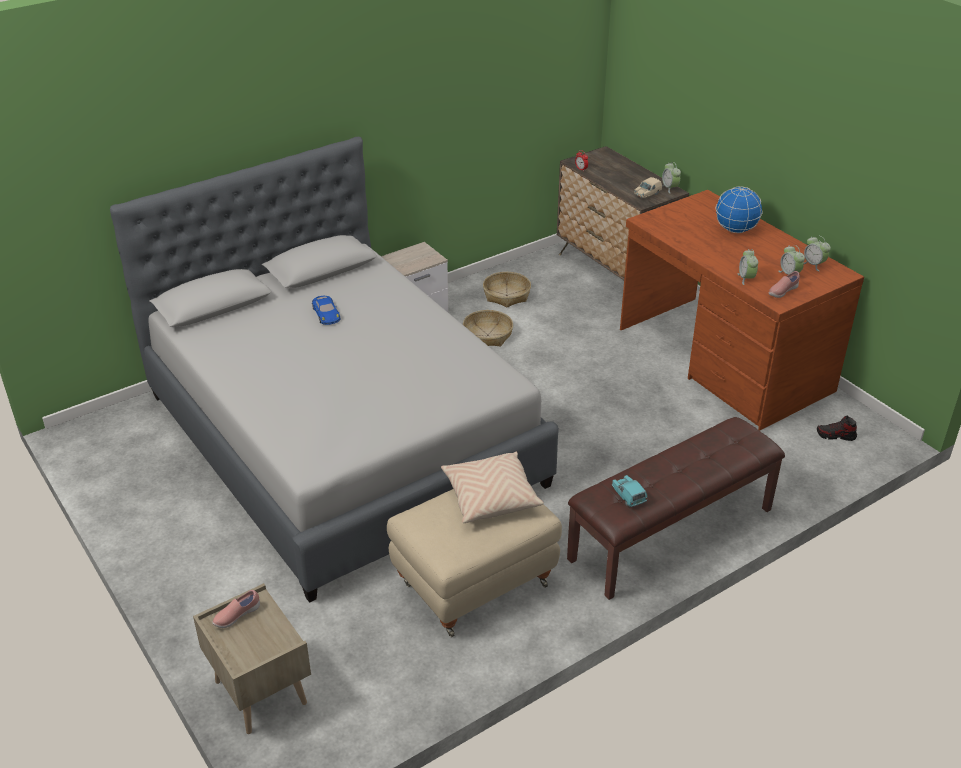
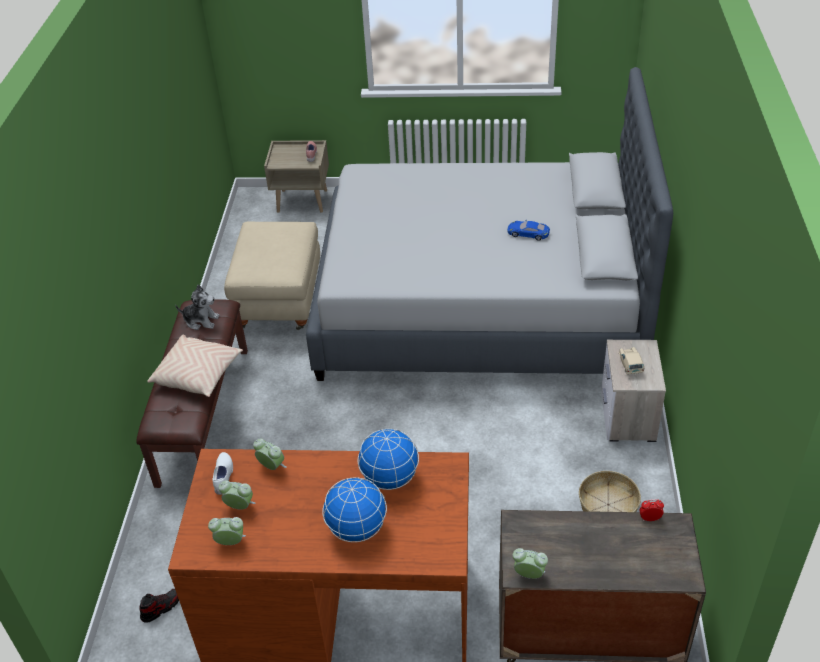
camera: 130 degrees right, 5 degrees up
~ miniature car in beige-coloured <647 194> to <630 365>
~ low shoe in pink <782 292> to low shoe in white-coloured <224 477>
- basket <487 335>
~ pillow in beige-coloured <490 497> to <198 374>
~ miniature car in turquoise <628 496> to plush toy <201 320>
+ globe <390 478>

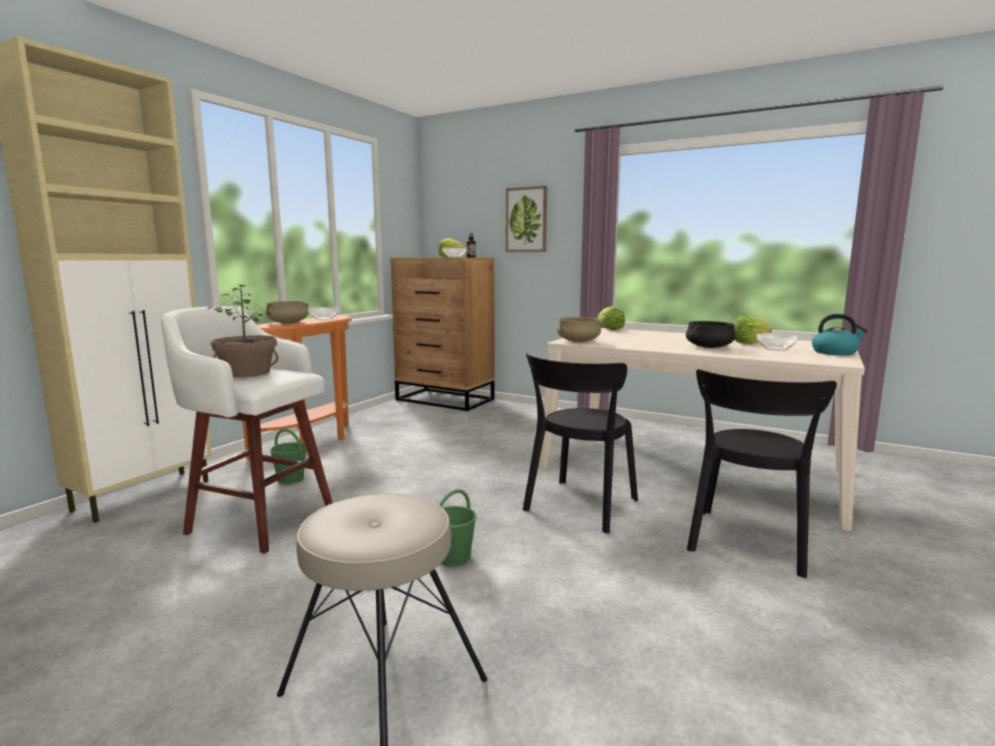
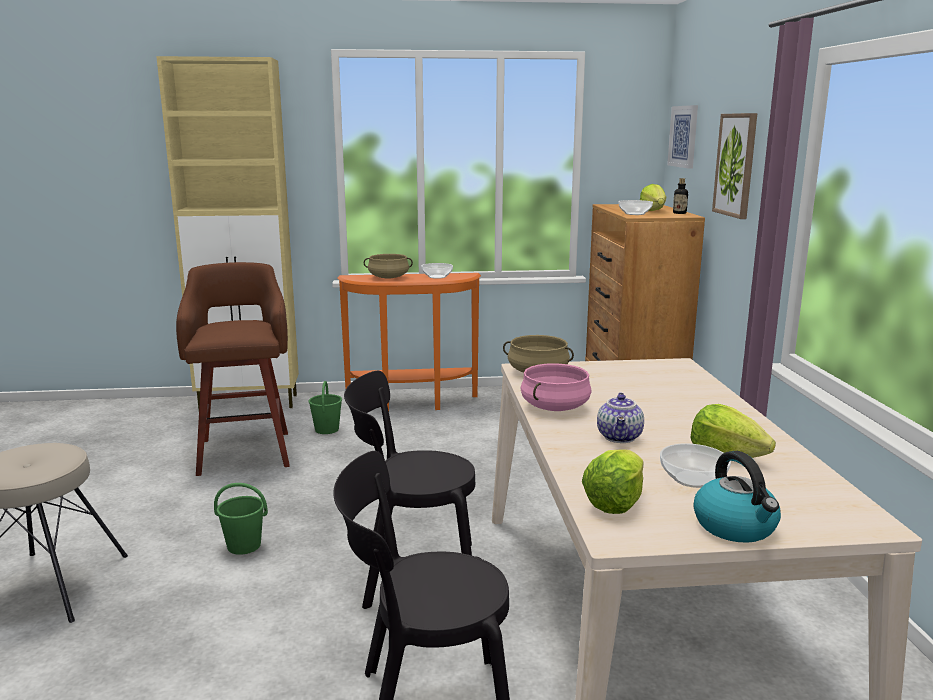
camera: 55 degrees right, 5 degrees up
- plant in a pot <247 372>
~ stool seat in white-coloured <258 519> to stool seat in brown-coloured <245 451>
~ lettuce <609 329> to <615 503>
~ saucepot in black-coloured <709 347> to pot for tea <620 437>
+ wall art <684 136>
+ saucepot in pink <555 407>

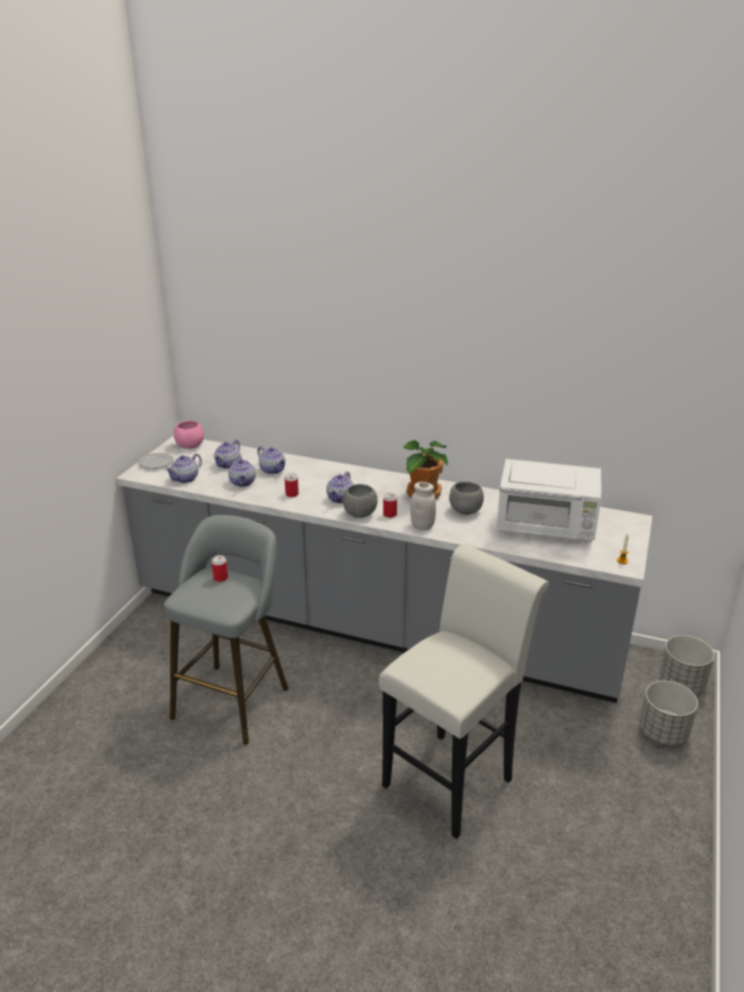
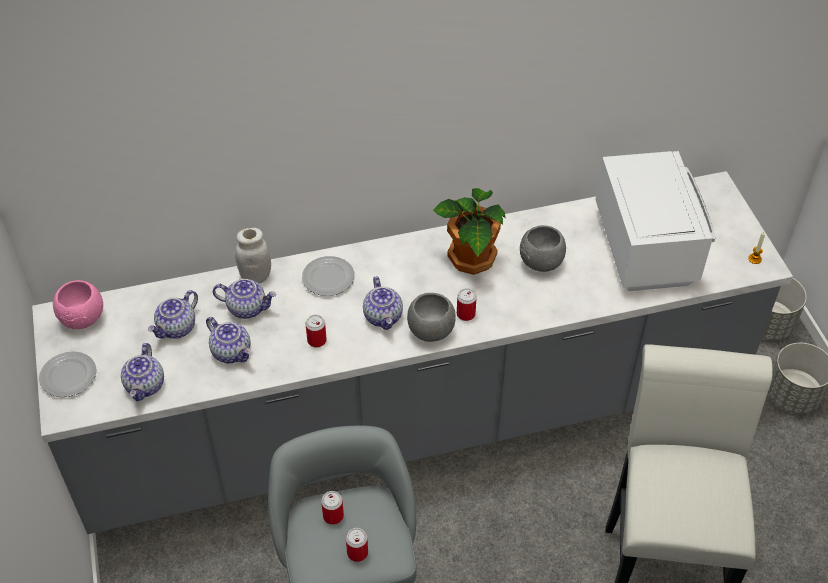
camera: 35 degrees left, 20 degrees up
~ pot for tea <228 465> = <177 328> 45 degrees clockwise
~ microwave in white-coloured <546 528> = <645 246> 75 degrees counterclockwise
~ preserve jar in white-coloured <422 526> to <255 276>
+ dinner plate <328 277>
+ can <357 553>

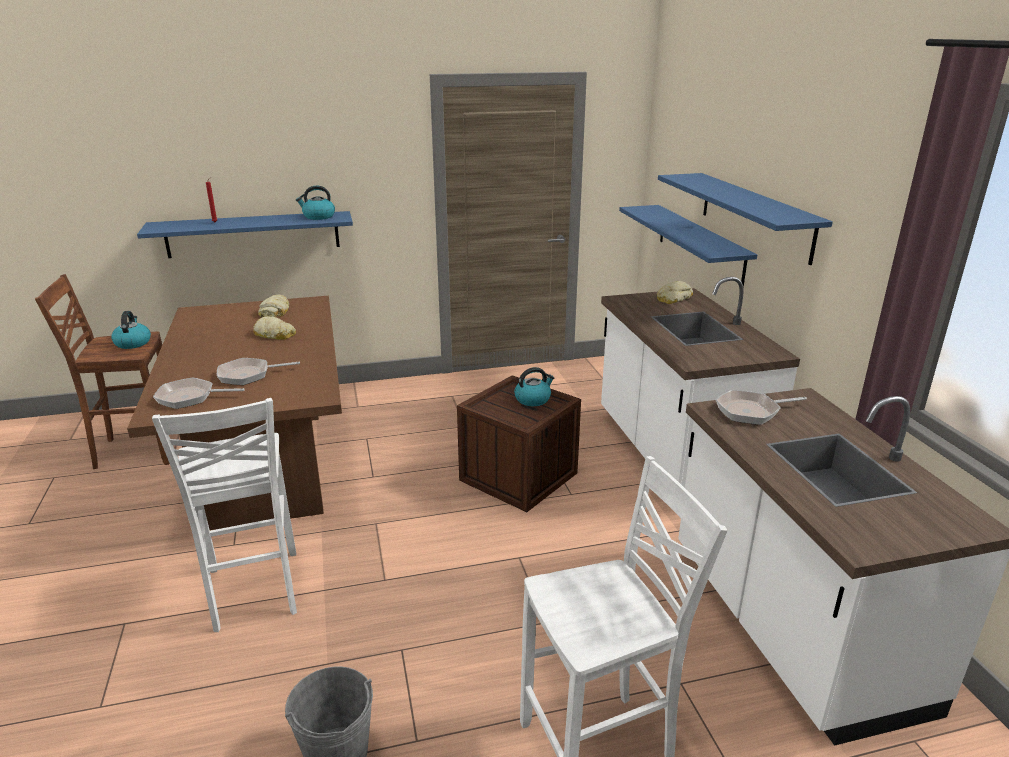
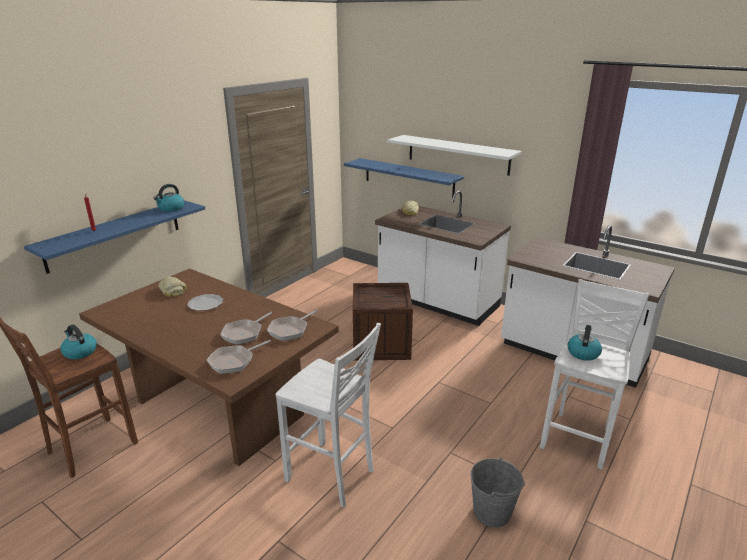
camera: 40 degrees left, 0 degrees up
~ wall shelf in blue <755 215> to wall shelf in white-coloured <457 154>
~ bread <274 334> to dinner plate <206 304>
~ water kettle <533 399> to <583 353>
~ frying pan <751 411> to <290 330>

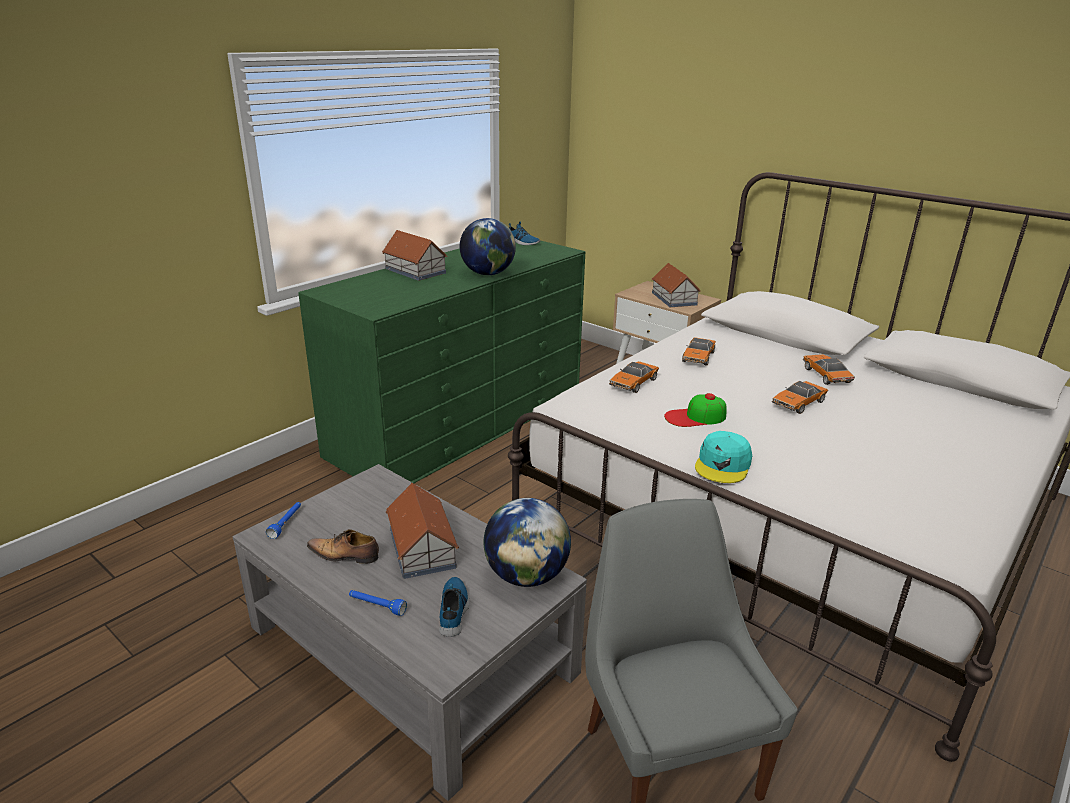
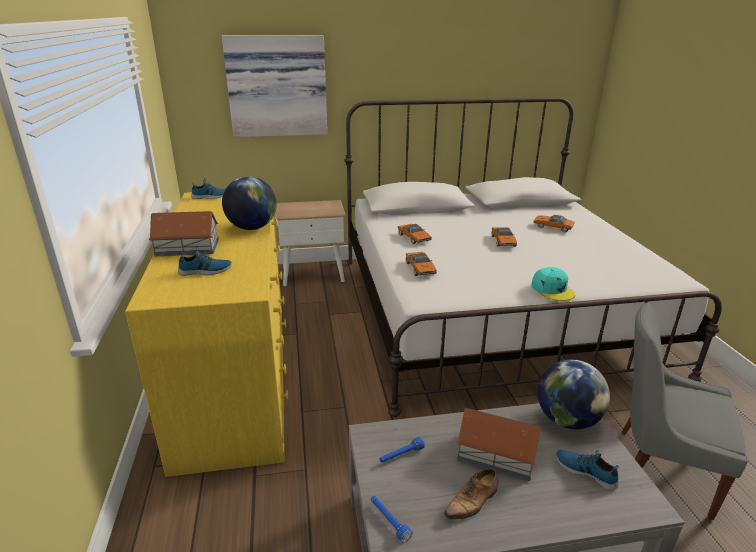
camera: 50 degrees left, 0 degrees up
~ drawer chest in green <460 423> to drawer chest in yellow-coloured <236 373>
- toy house <674 299>
~ miniature car <826 375> to <553 227>
- peaked cap <695 417>
~ torch in blue <377 606> to <401 455>
+ wall art <277 86>
+ low shoe <205 271>

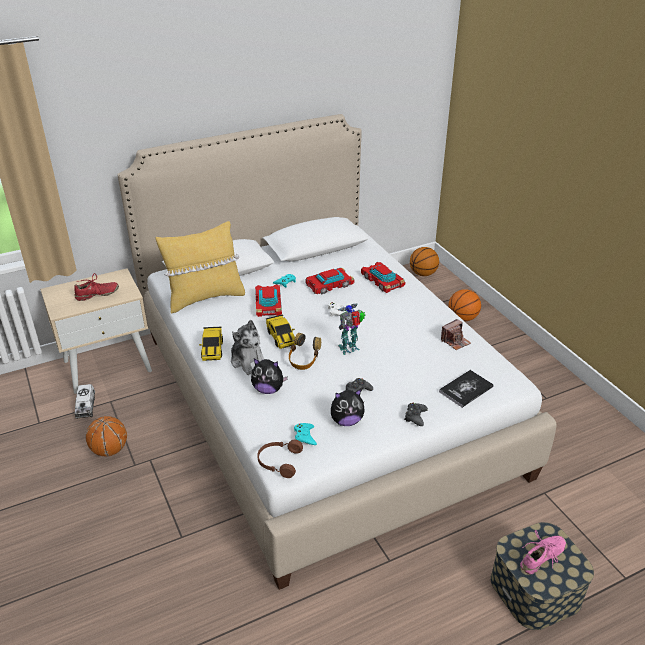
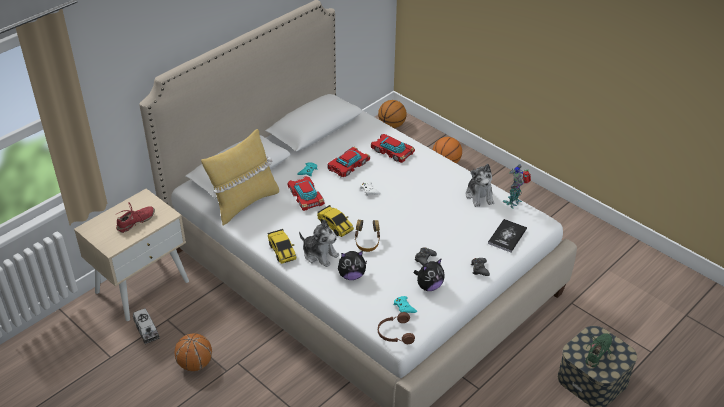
camera: 20 degrees left, 5 degrees up
~ toy robot <350 349> to <514 202>
~ still camera <455 341> to plush toy <479 196>
~ low shoe in pink <542 558> to low shoe in green <598 353>

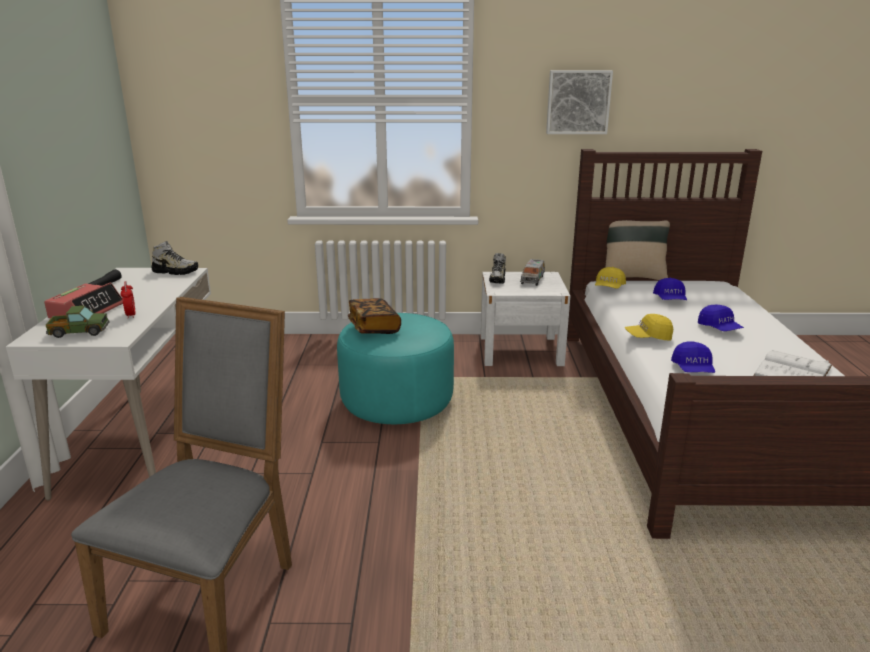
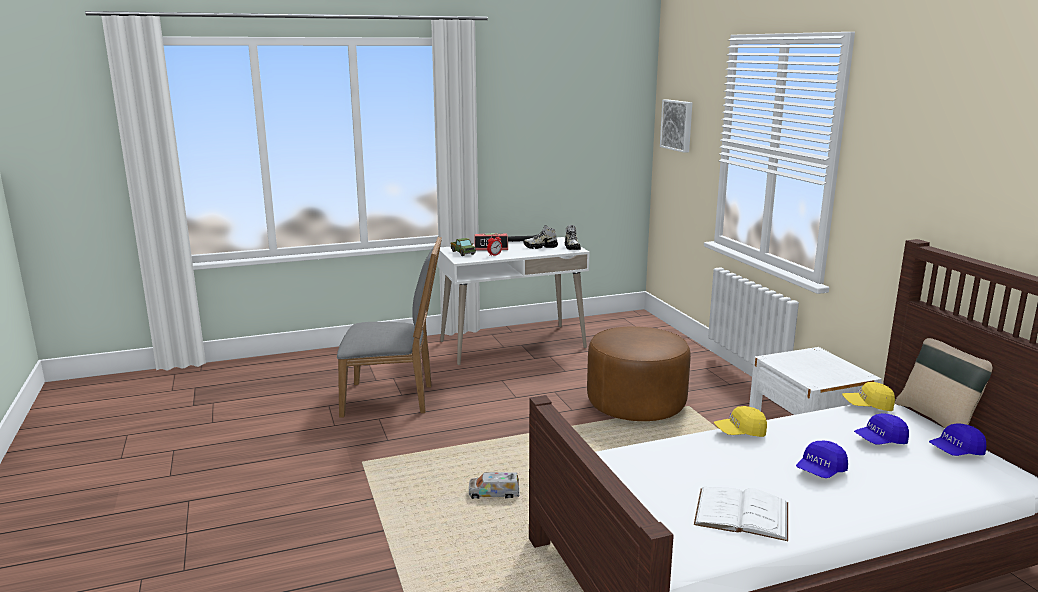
camera: 70 degrees right, 5 degrees down
~ wall art <578 102> to <678 125>
~ low shoe <498 279> to <540 247>
~ toy truck <532 279> to <494 494>
- book <374 327>
~ pouffe in turquoise <396 402> to pouffe in brown-coloured <636 404>
~ peaked cap in yellow-coloured <648 337> = <740 433> 75 degrees counterclockwise
~ peaked cap in blue <692 369> to <956 452>

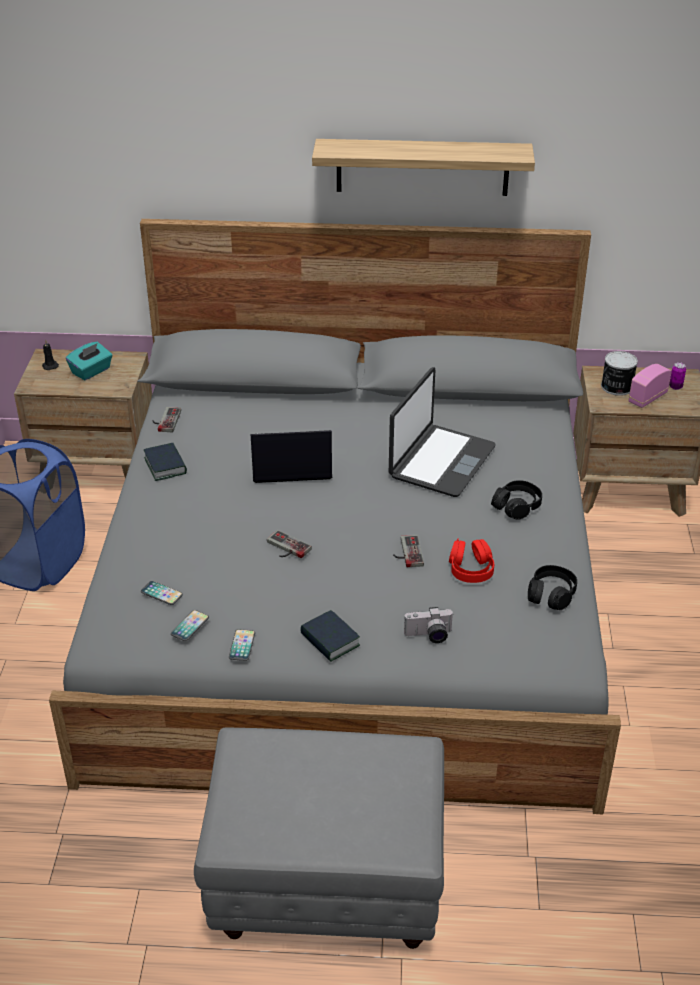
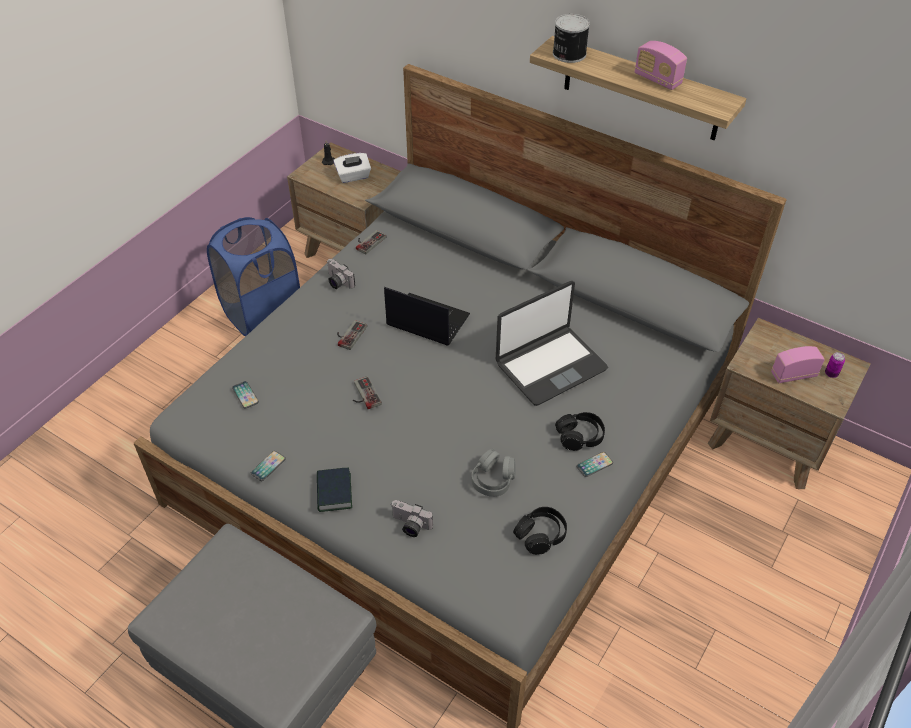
camera: 30 degrees right, 10 degrees up
~ box of tissues in turquoise <91 371> to box of tissues in white-coloured <353 176>
~ can <616 387> to <568 54>
~ book <165 466> to still camera <337 282>
~ game controller <406 552> to <348 334>
~ headset in reddish <471 569> to headset in greyish <493 479>
~ handset <190 626> to <594 465>
+ radio set <657 80>

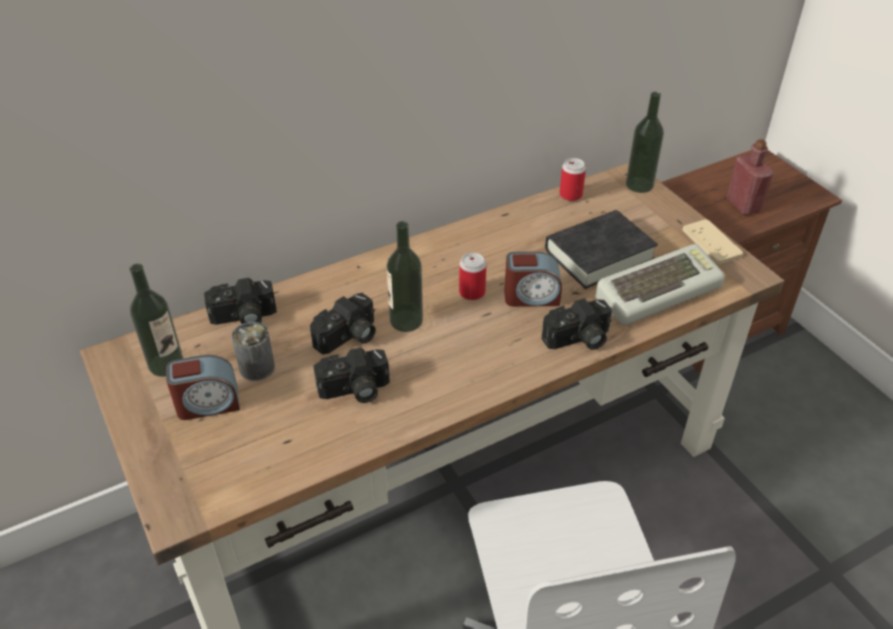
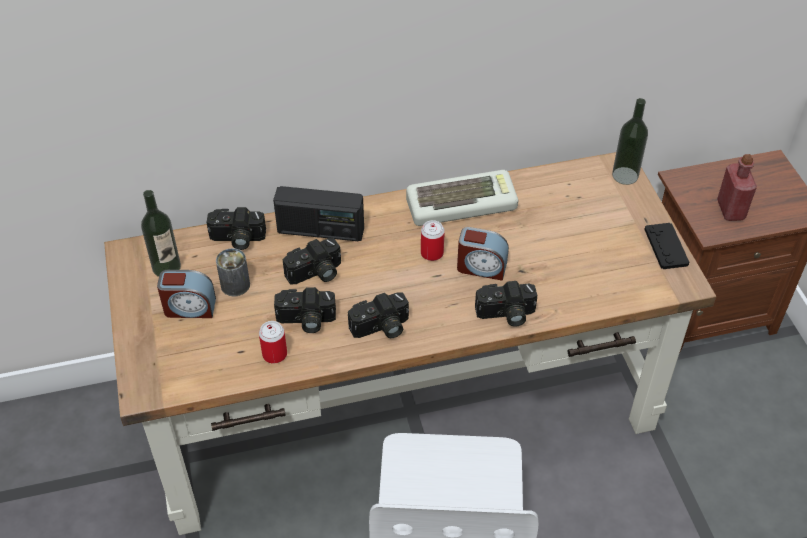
camera: 15 degrees right, 5 degrees up
~ can <570 195> to <274 354>
- book in black-coloured <599 255>
~ game controller in beige-coloured <711 243> to game controller in black-coloured <666 247>
- bottle <406 320>
~ PC keyboard <657 290> to <462 203>
+ radio set <320 230>
+ still camera <381 328>

